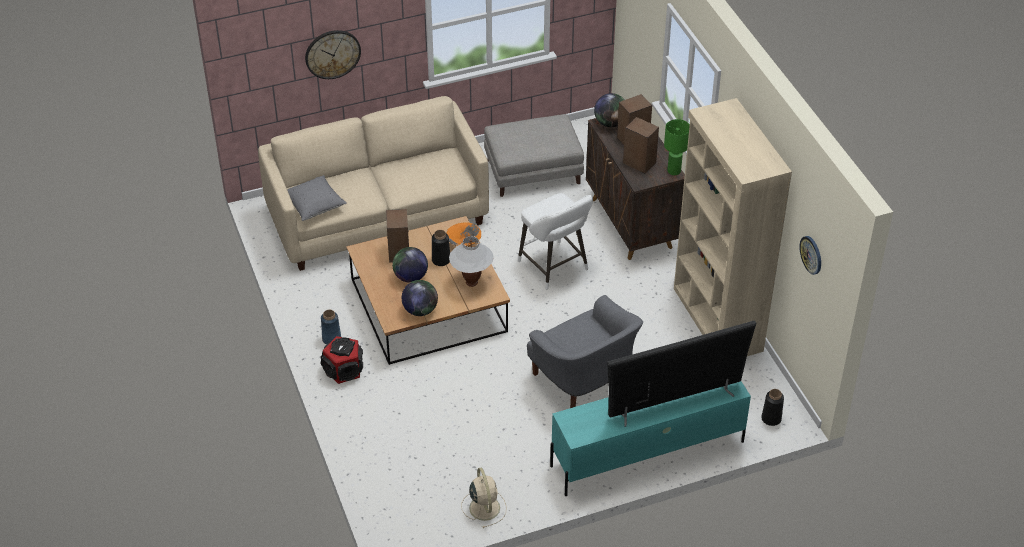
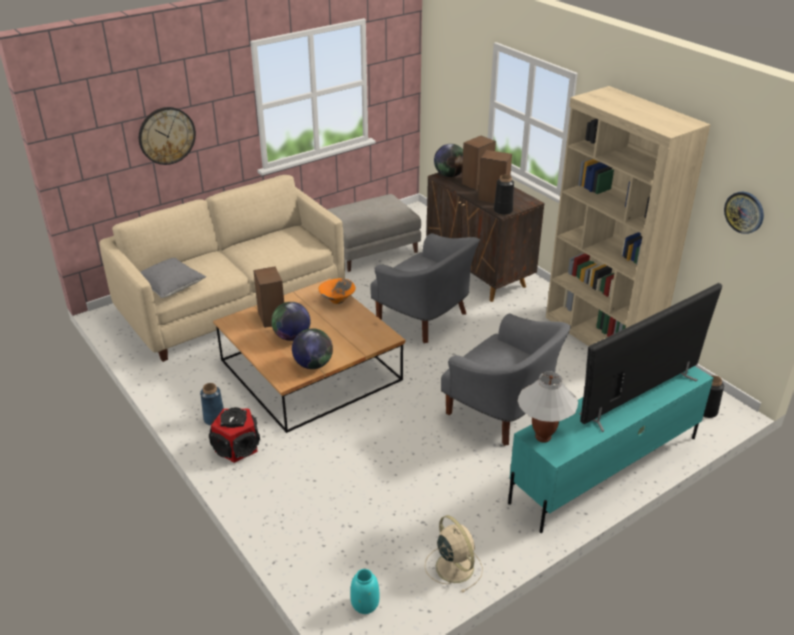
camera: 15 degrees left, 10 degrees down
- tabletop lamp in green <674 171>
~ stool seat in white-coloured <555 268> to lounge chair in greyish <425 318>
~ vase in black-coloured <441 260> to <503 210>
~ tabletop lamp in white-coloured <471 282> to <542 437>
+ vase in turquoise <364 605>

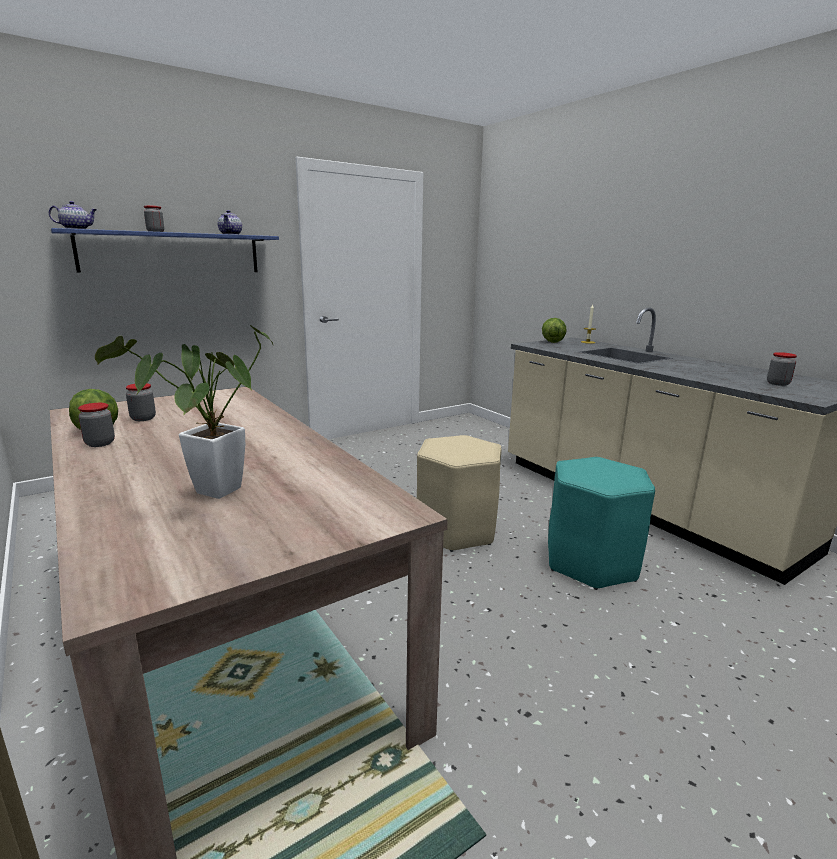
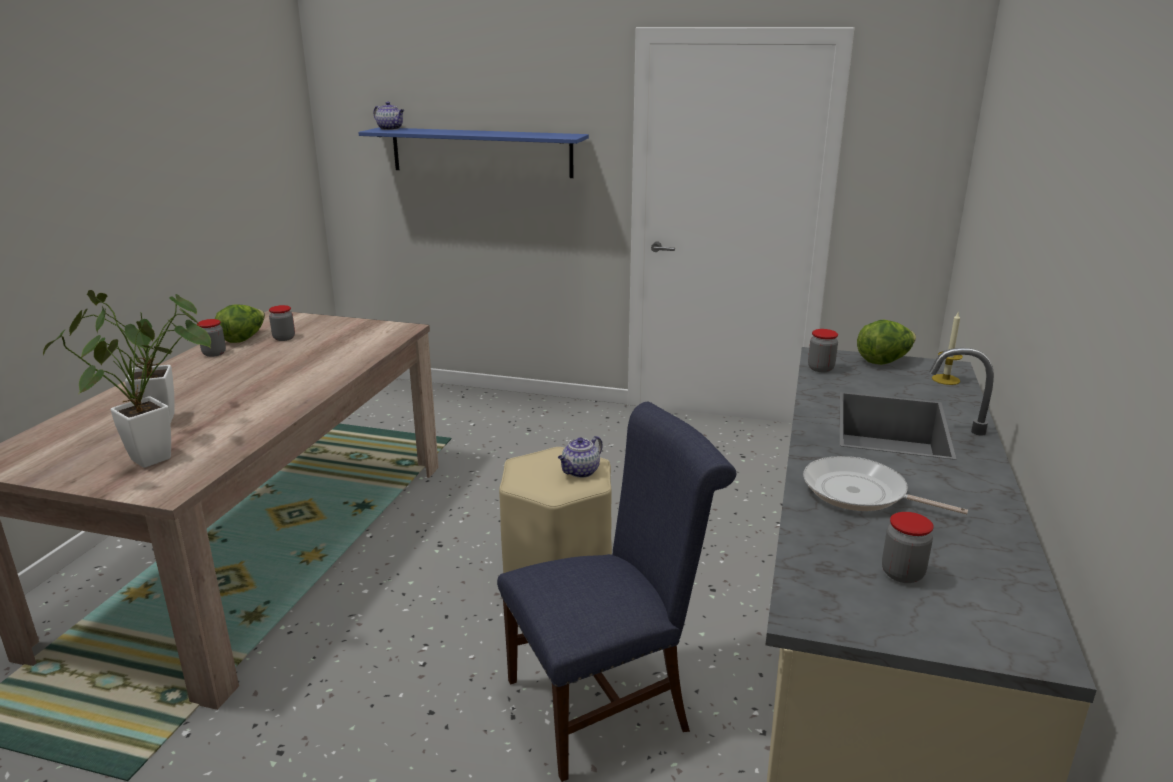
camera: 50 degrees right, 5 degrees up
~ preserve jar <155 232> to <820 368>
~ pot for tea <230 234> to <580 472>
~ stool seat in turquoise <591 563> to upright chair in blue <607 701>
+ plant in a pot <160 456>
+ frying pan <860 493>

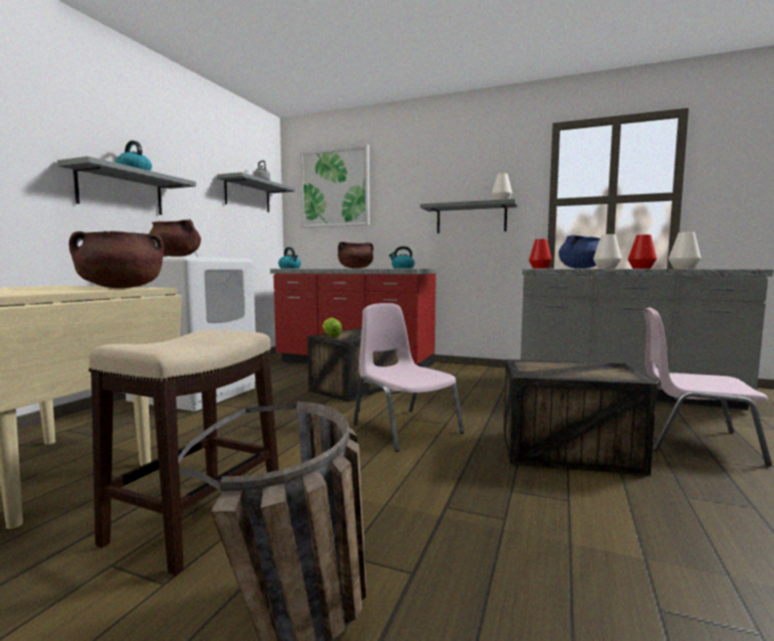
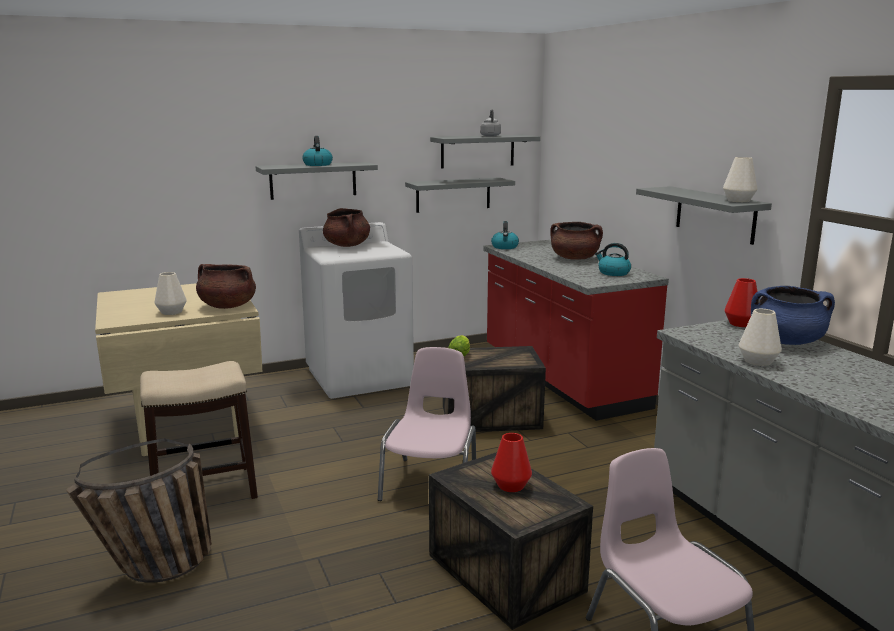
camera: 45 degrees right, 10 degrees up
- wall art <335 188>
~ vase in white-coloured <683 268> to <171 312>
~ vase in reddish <641 268> to <511 486>
+ wall shelf in greyish <453 195>

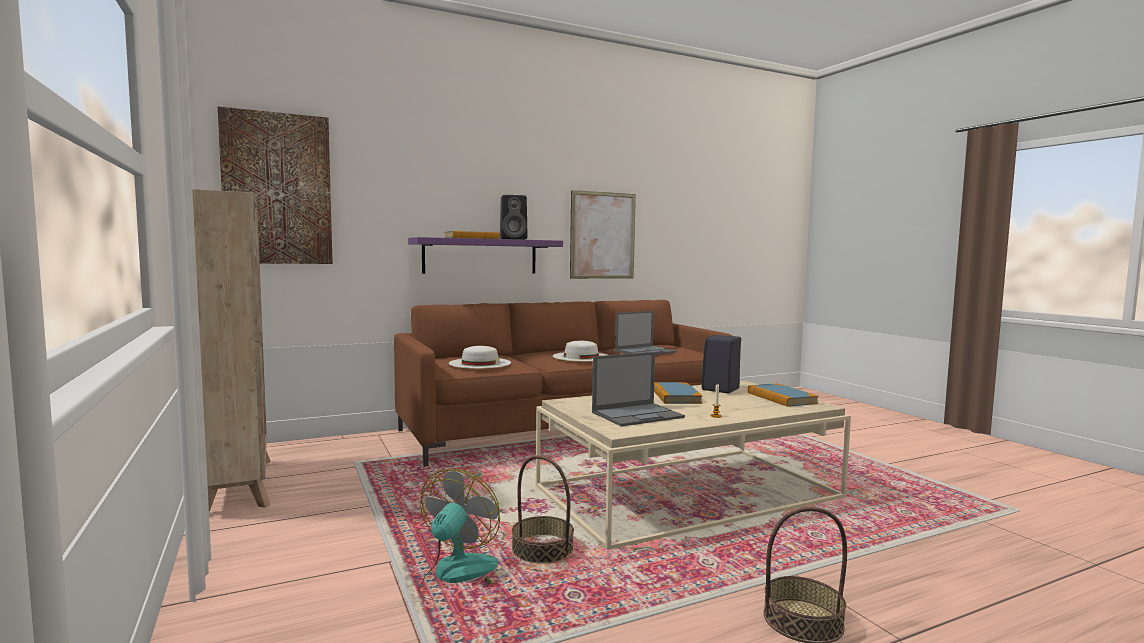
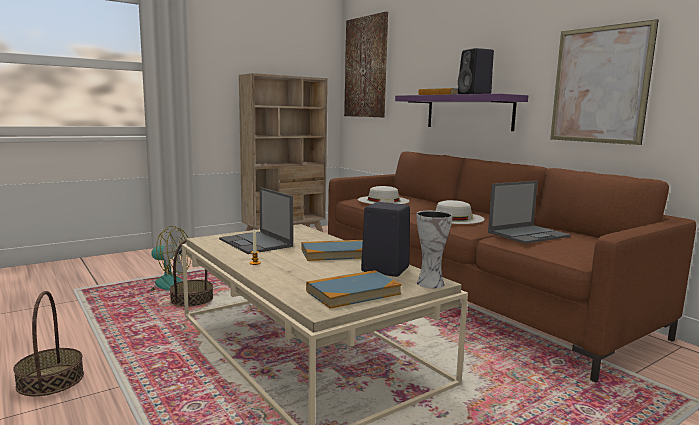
camera: 80 degrees right, 5 degrees up
~ portable computer <646 351> = <529 234> 75 degrees counterclockwise
+ vase <429 283>

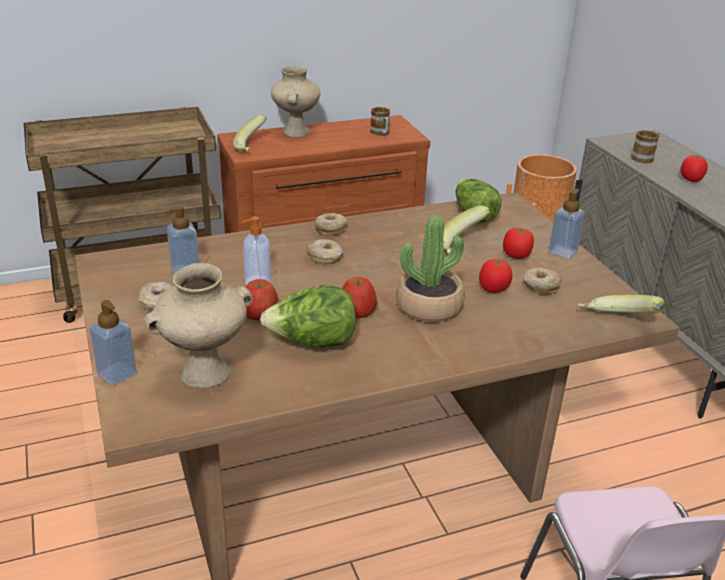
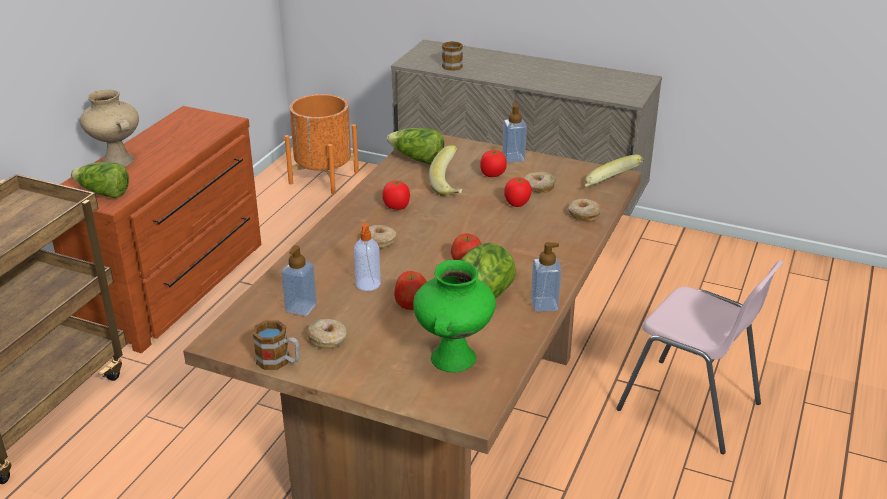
camera: 45 degrees left, 0 degrees up
~ mug <381 133> to <279 361>
~ whole banana <252 147> to lettuce <103 193>
~ tomato <691 179> to <397 207>
~ ring doughnut <330 229> to <583 215>
- plant in a pot <429 306>
~ vase in beige-coloured <204 374> to vase in green <454 359>
~ soap dispenser <117 374> to <544 305>

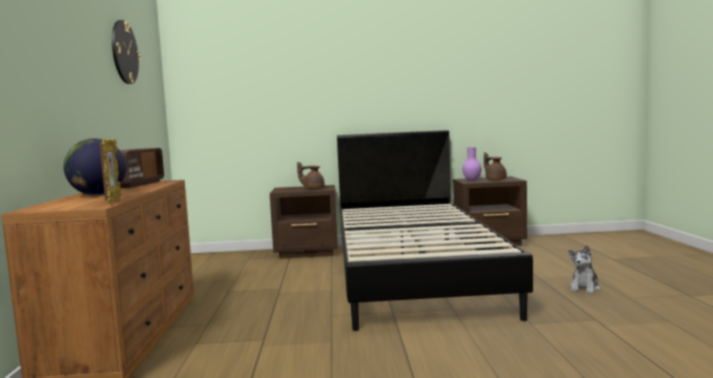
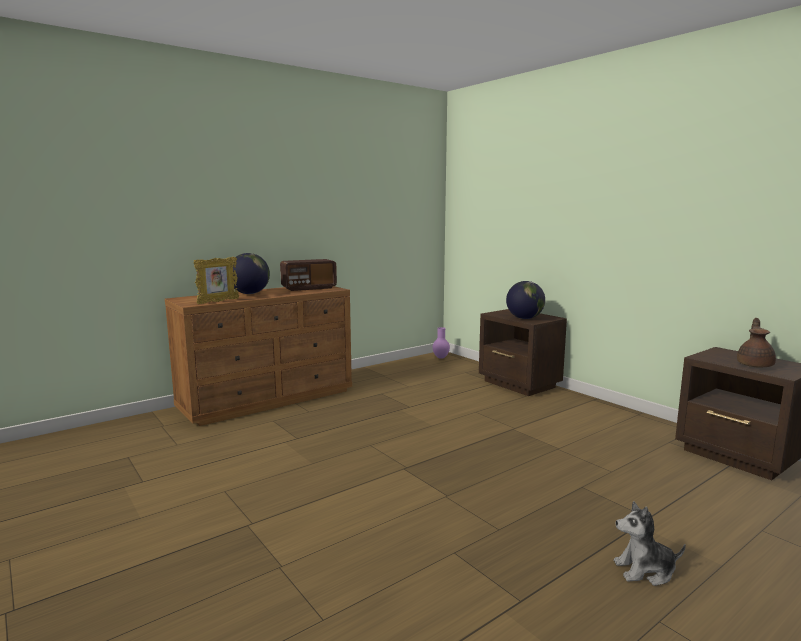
camera: 55 degrees right, 5 degrees up
- wall clock <124 52>
- sleeping bed in black-coloured <413 273>
~ vase in purplish <472 180> to <441 357>
~ pot for tea in brown-coloured <313 189> to globe <524 318>

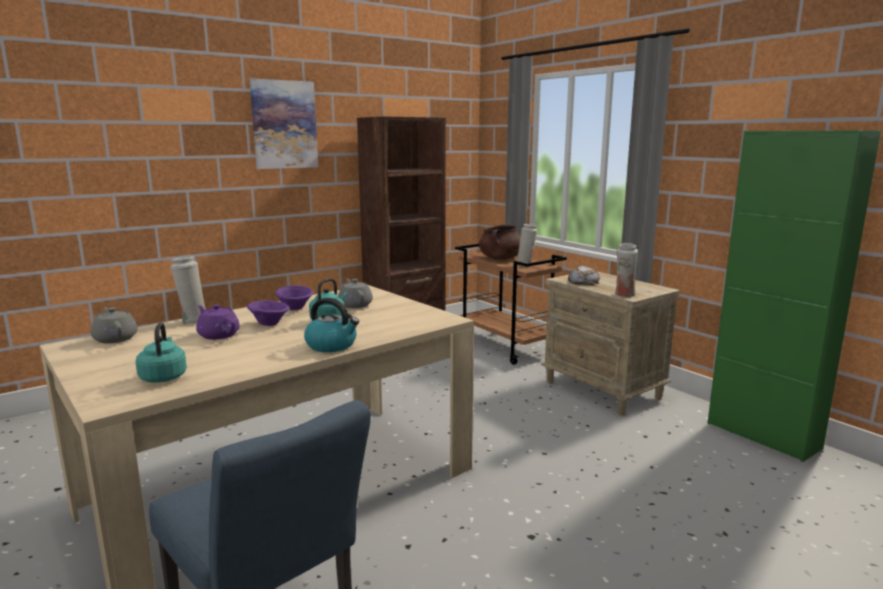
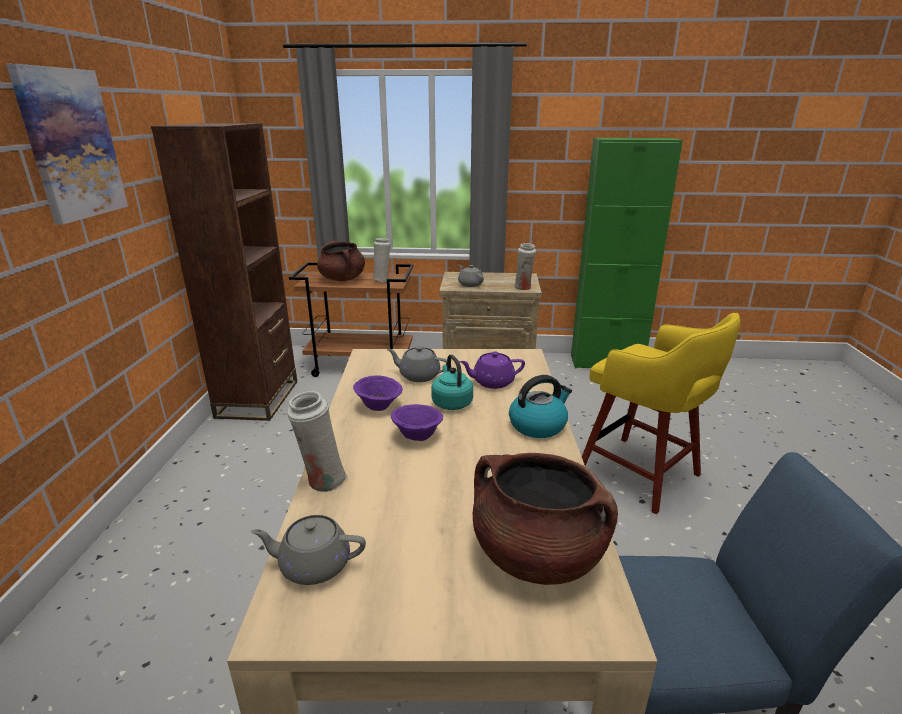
camera: 50 degrees left, 10 degrees up
~ bread <583 281> to pot for tea in greyish <470 284>
~ pot for tea in purplish <218 335> to <492 382>
~ water kettle in turquoise <164 376> to saucepot in brown-coloured <536 555>
+ stool seat in yellow-coloured <641 475>

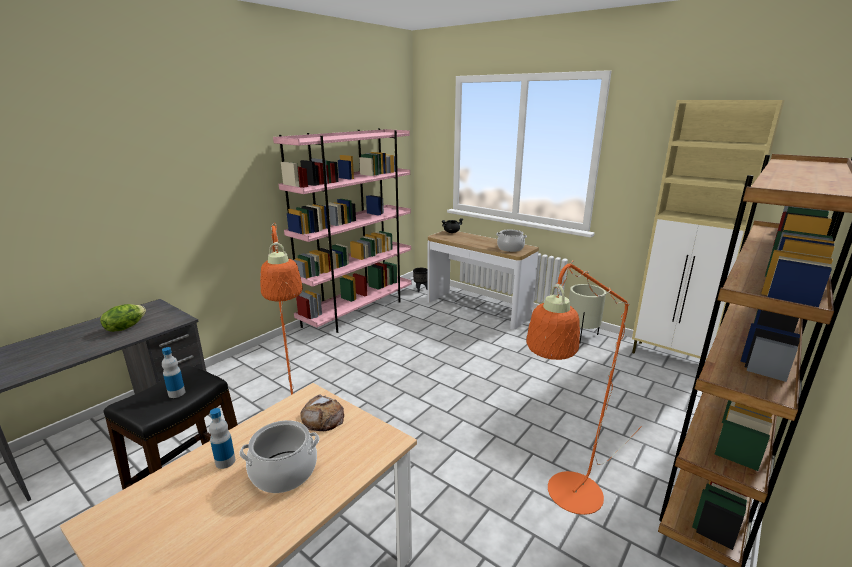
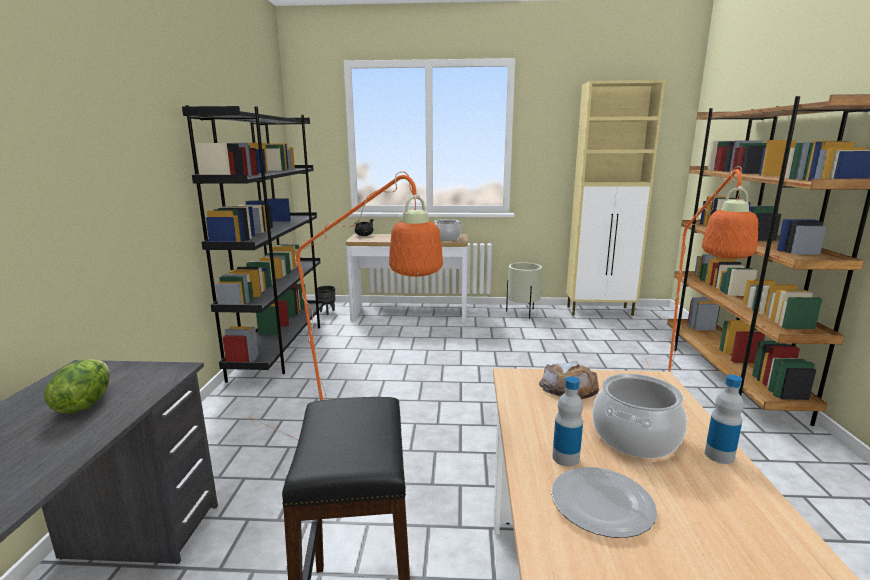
camera: 35 degrees left, 5 degrees down
~ bookshelf in pink <358 311> to bookshelf in black-coloured <281 347>
~ bottle <176 393> to <719 455>
+ dinner plate <602 505>

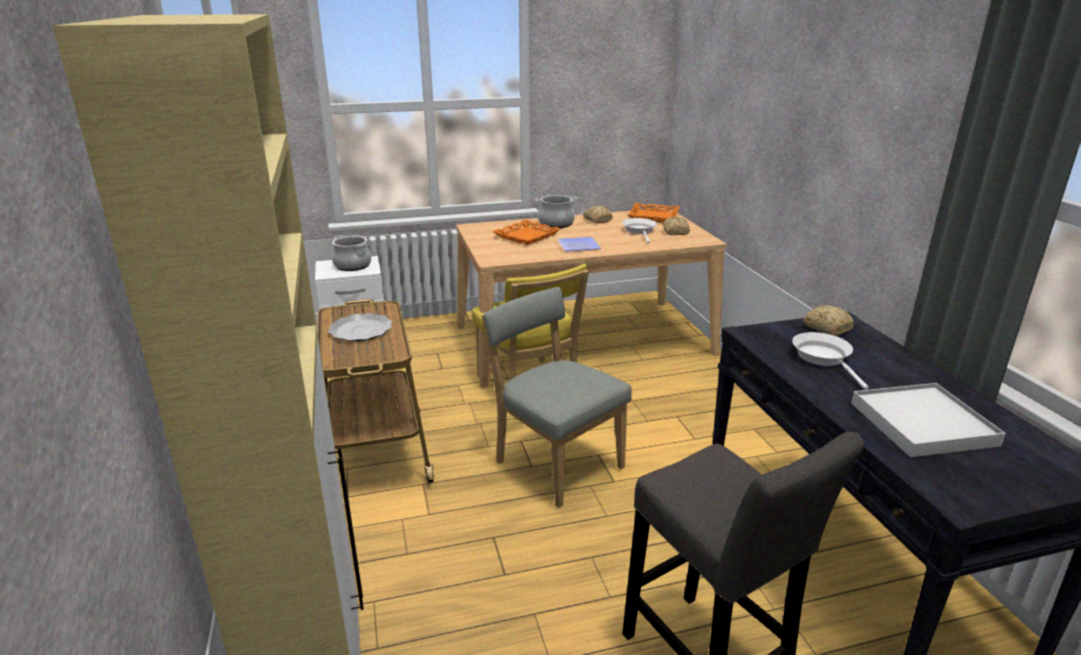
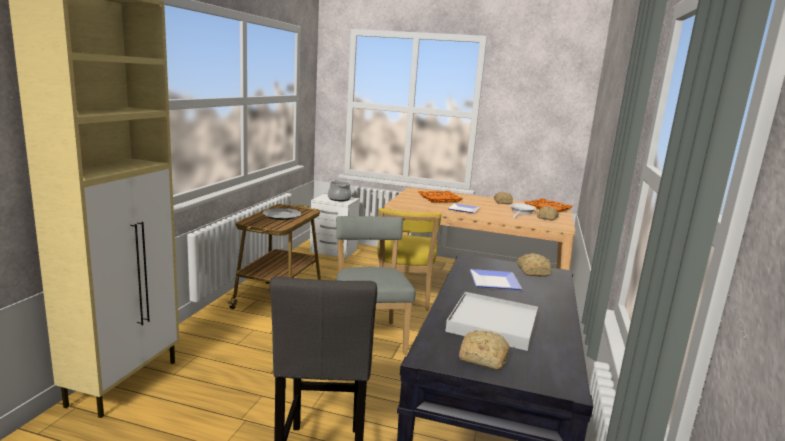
camera: 30 degrees right, 10 degrees down
- saucepot <556 224>
~ frying pan in white-coloured <824 358> to dinner plate <495 281>
+ bread <481 358>

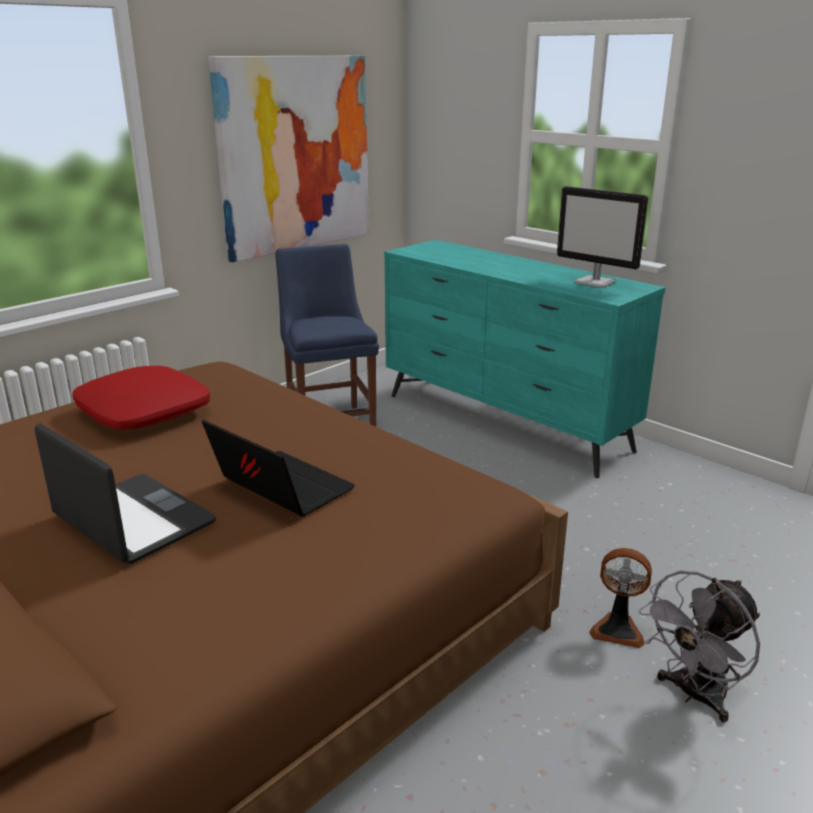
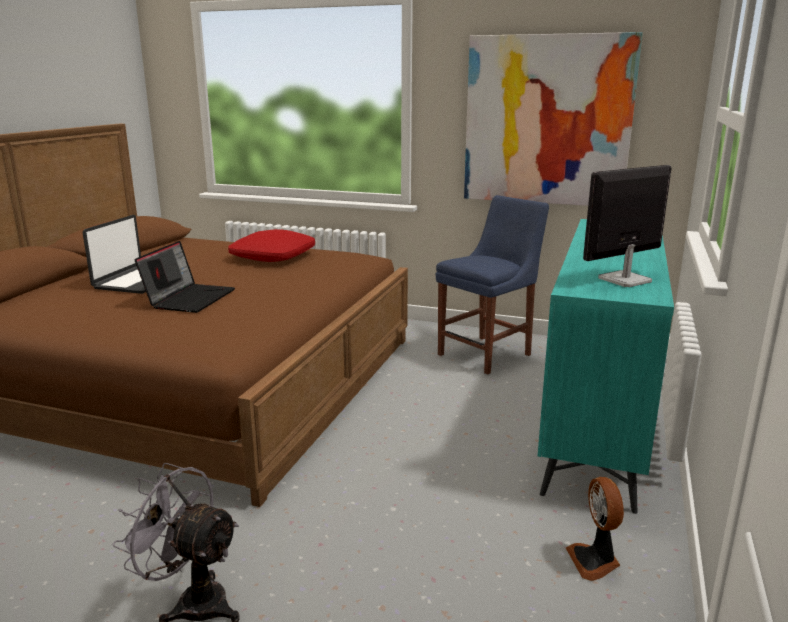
camera: 65 degrees right, 5 degrees down
~ computer display <596 282> = <624 280> 45 degrees clockwise
~ cooling fan <617 629> to <594 561>

